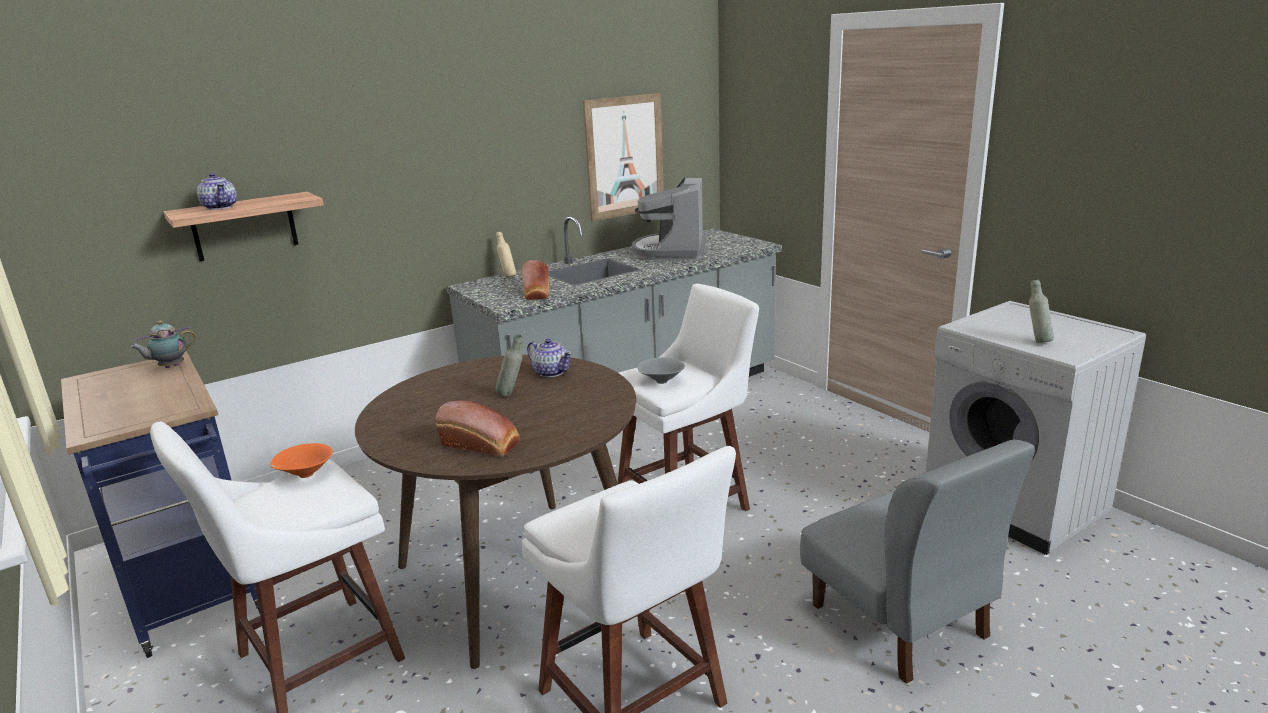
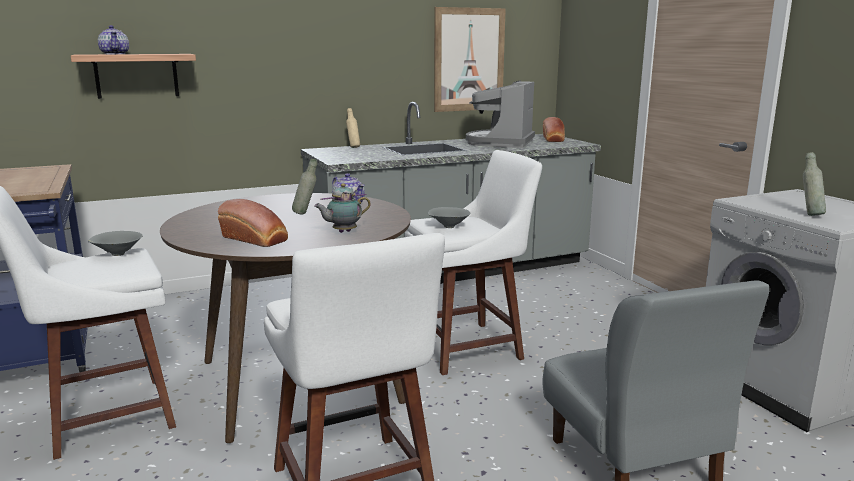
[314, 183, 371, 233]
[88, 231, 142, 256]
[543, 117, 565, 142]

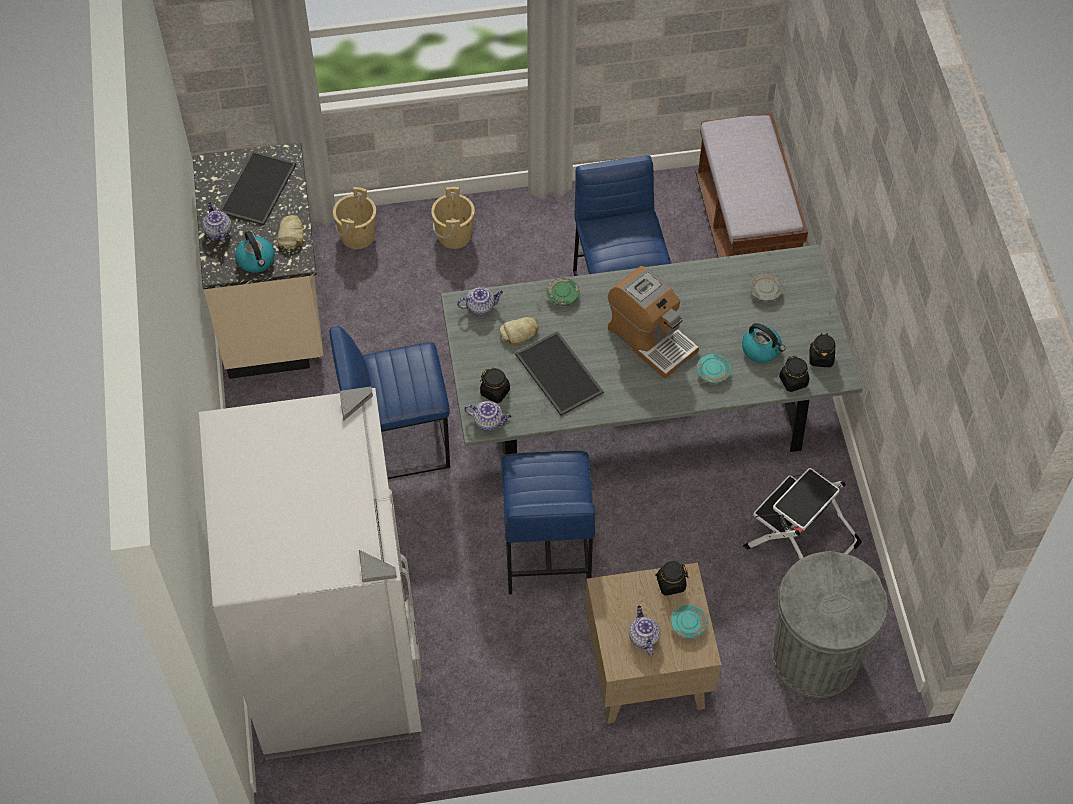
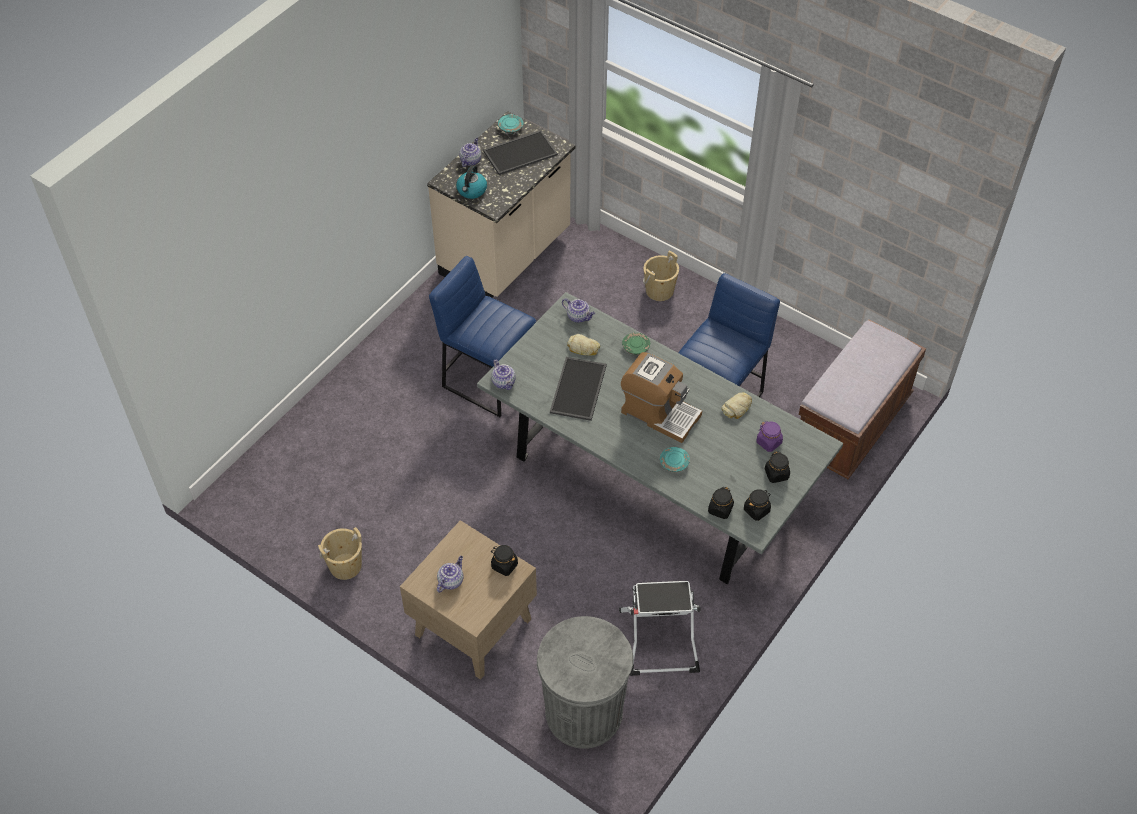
[199, 386, 422, 760] (first image)
[722, 392, 752, 419]
[318, 527, 362, 580]
[765, 451, 790, 483]
[501, 451, 595, 594] (first image)
[621, 352, 702, 443]
[498, 114, 524, 133]
[742, 323, 785, 363] (first image)
[756, 421, 783, 452]

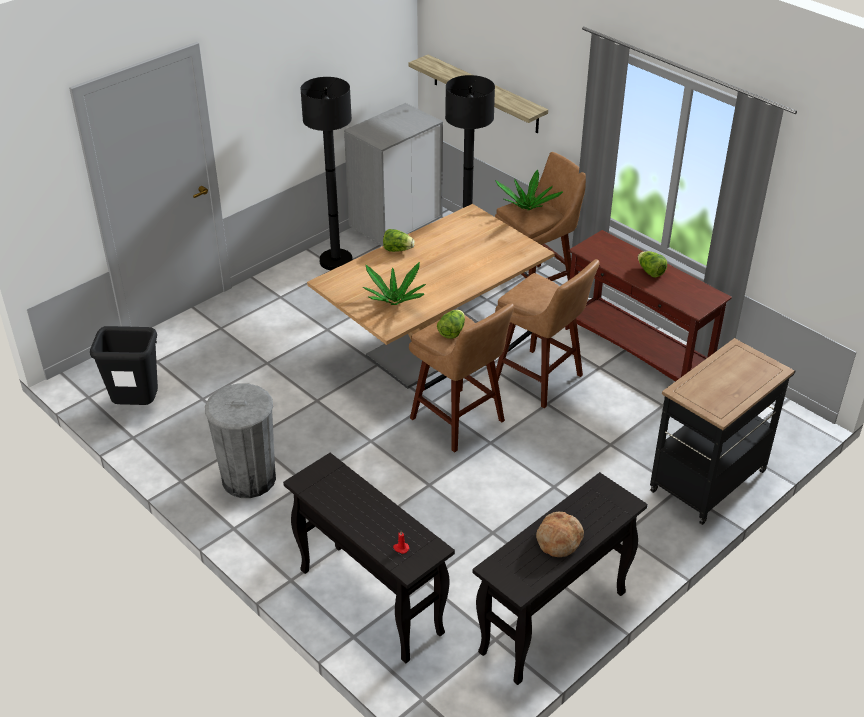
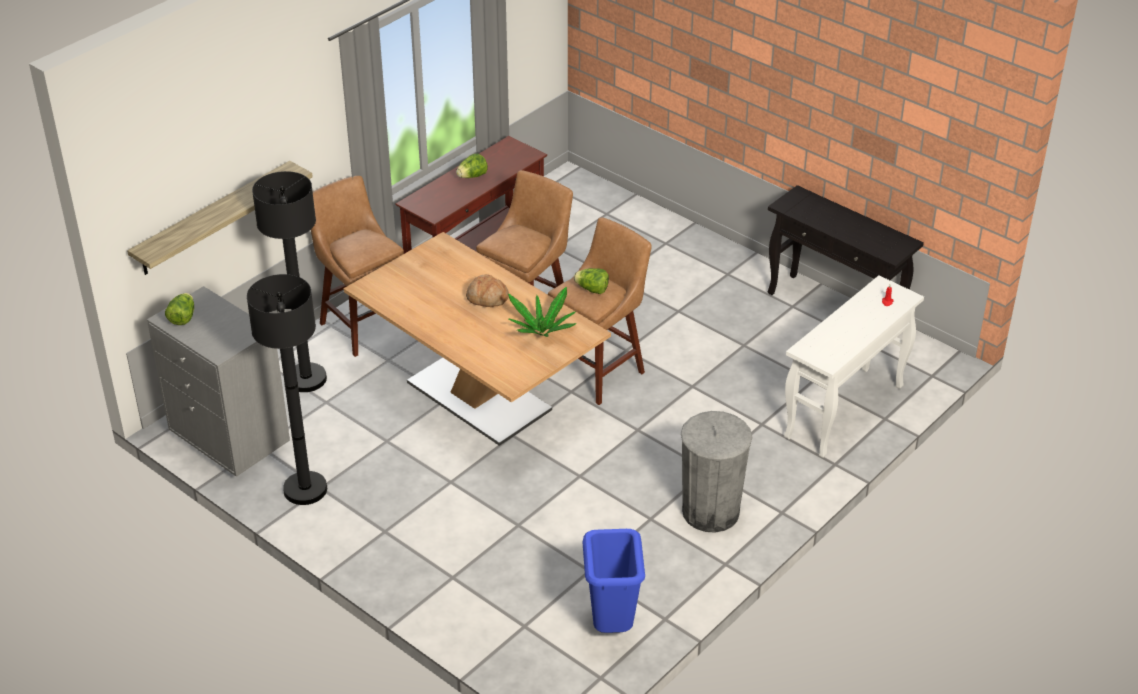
[582, 529, 645, 633]
[784, 275, 924, 458]
[165, 293, 194, 325]
[495, 169, 563, 210] (first image)
[466, 274, 509, 307]
[650, 338, 795, 525] (first image)

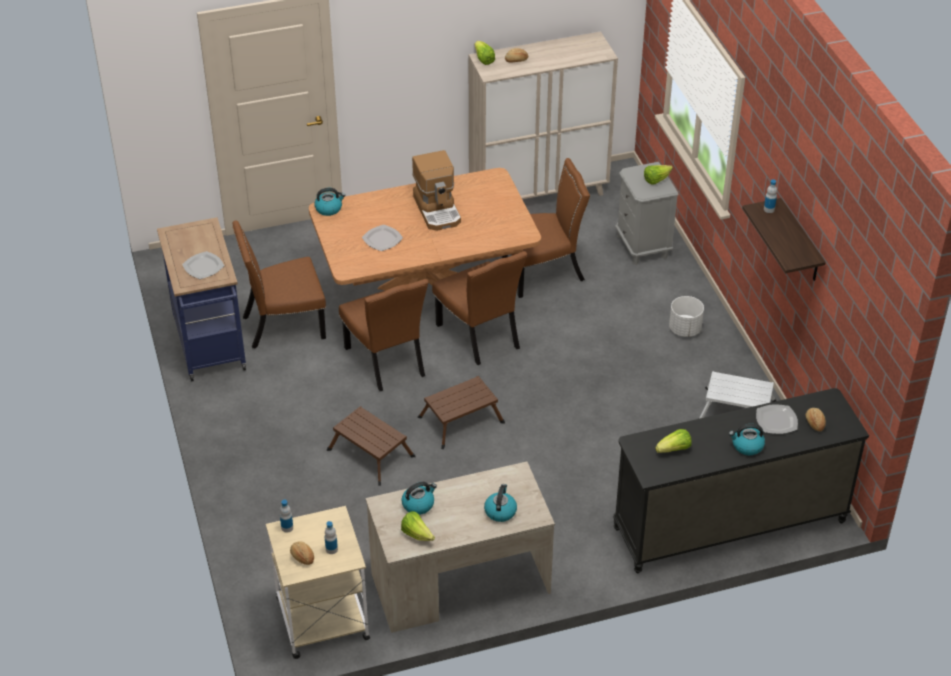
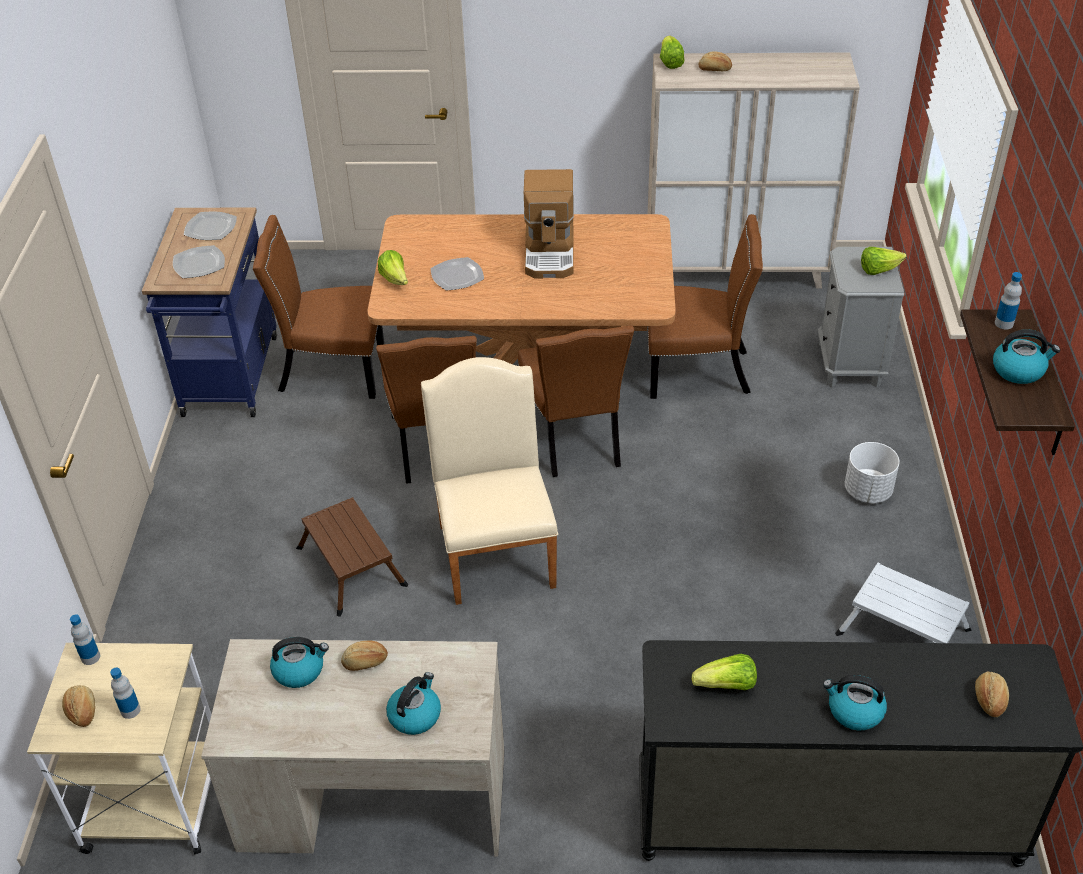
[993, 329, 1060, 384]
[378, 250, 408, 285]
[421, 357, 558, 605]
[184, 212, 237, 240]
[341, 641, 388, 671]

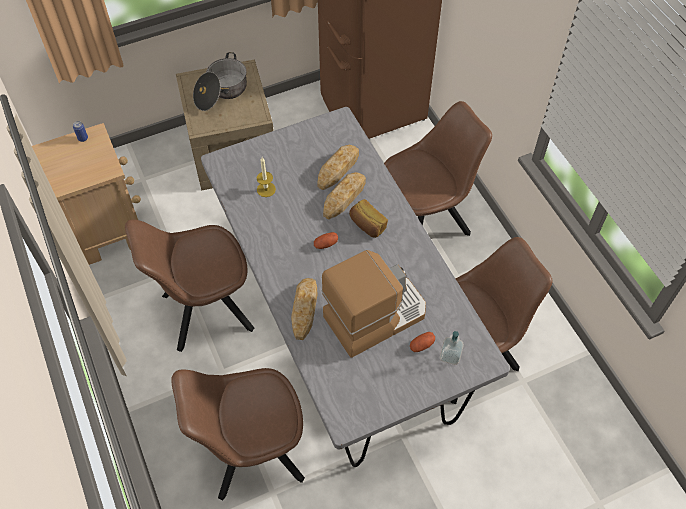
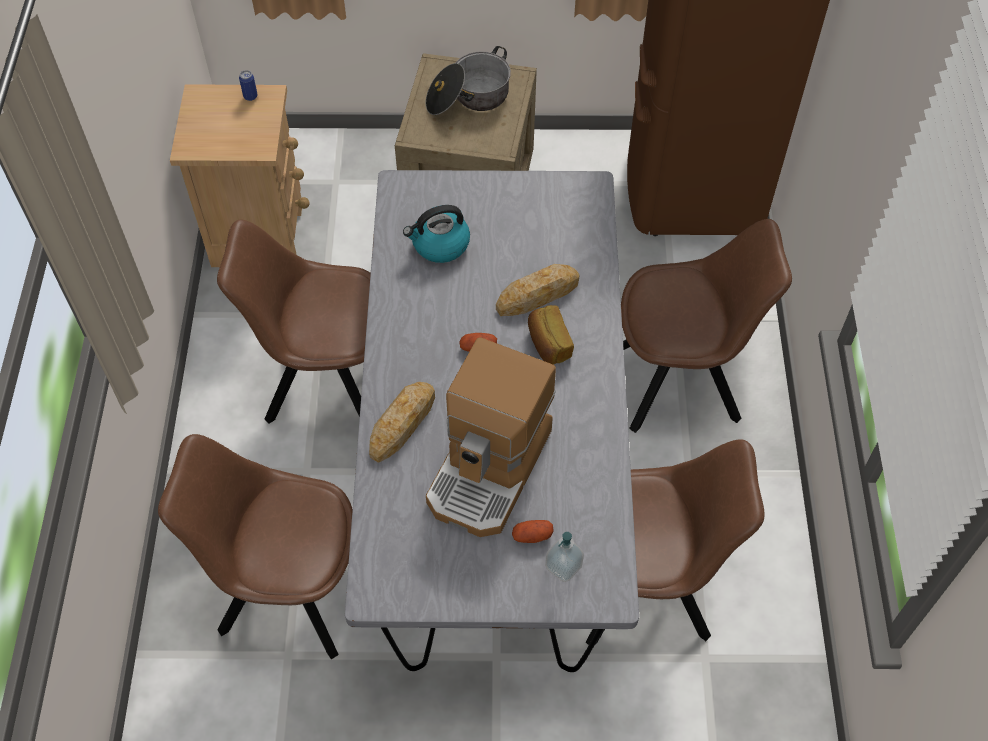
[403, 205, 470, 263]
[317, 145, 359, 190] (first image)
[426, 337, 556, 537]

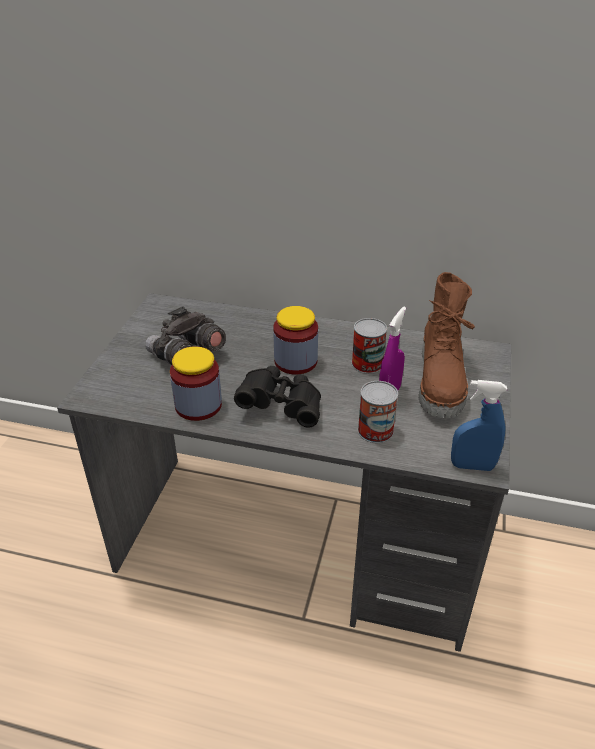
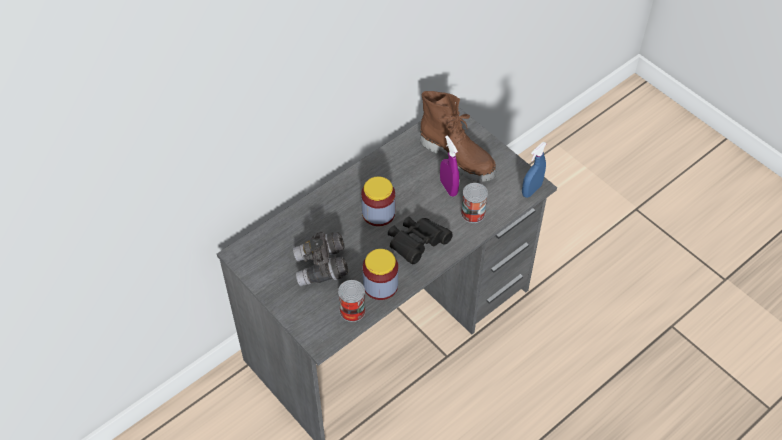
[338, 280, 366, 322]

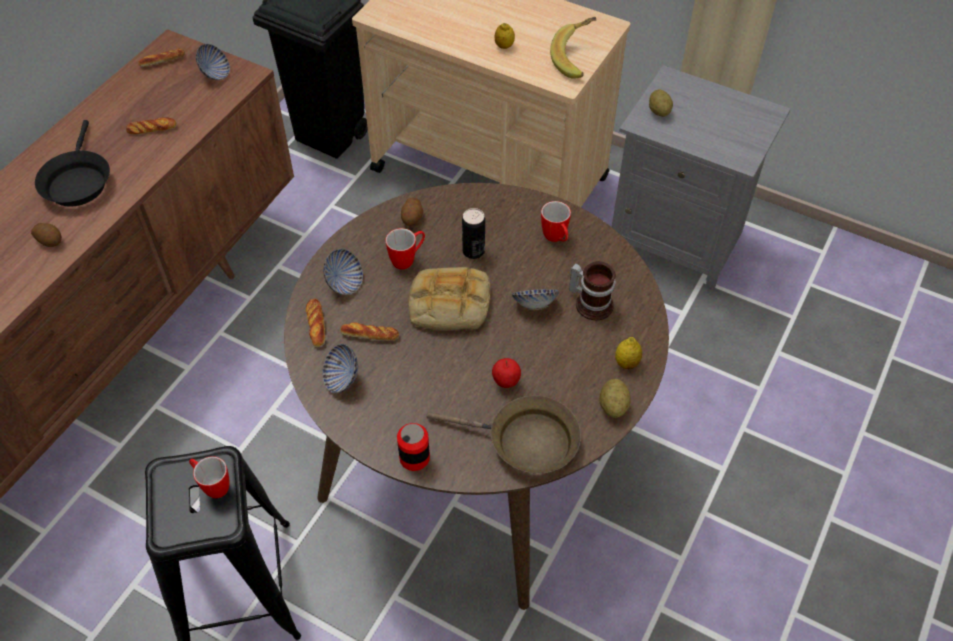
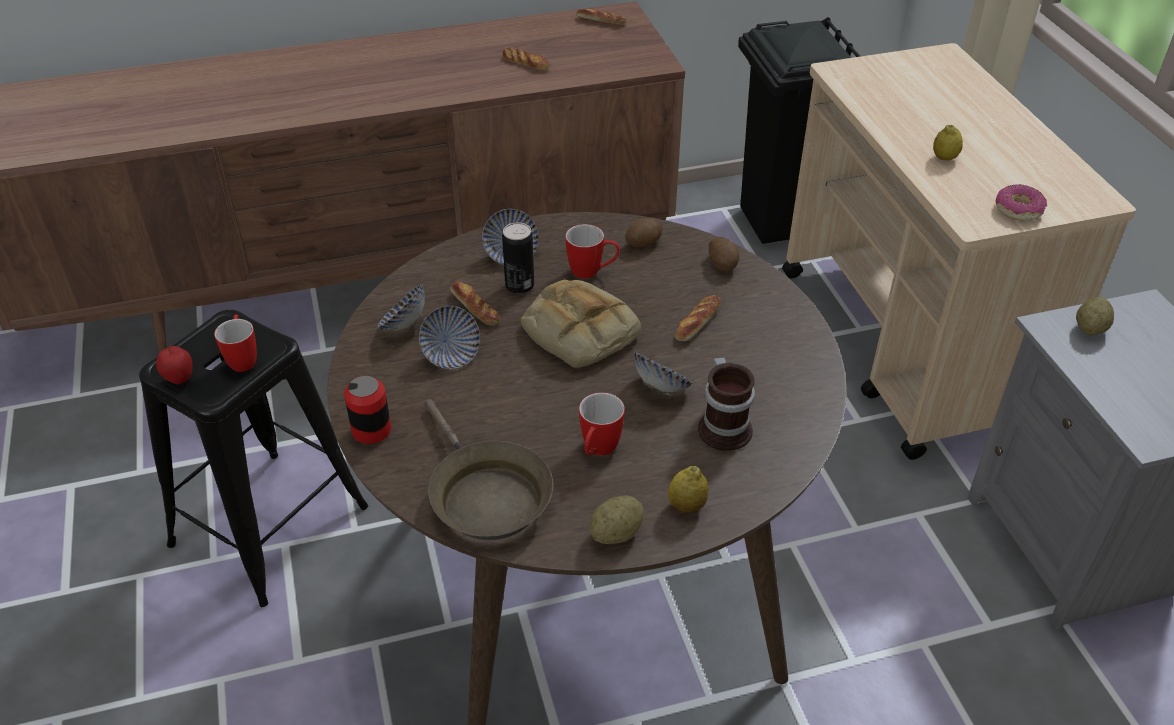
[709, 237, 739, 271]
[35, 120, 110, 207] (first image)
[419, 306, 480, 369]
[675, 295, 721, 341]
[502, 222, 534, 294]
[156, 346, 193, 384]
[579, 392, 625, 455]
[996, 184, 1047, 221]

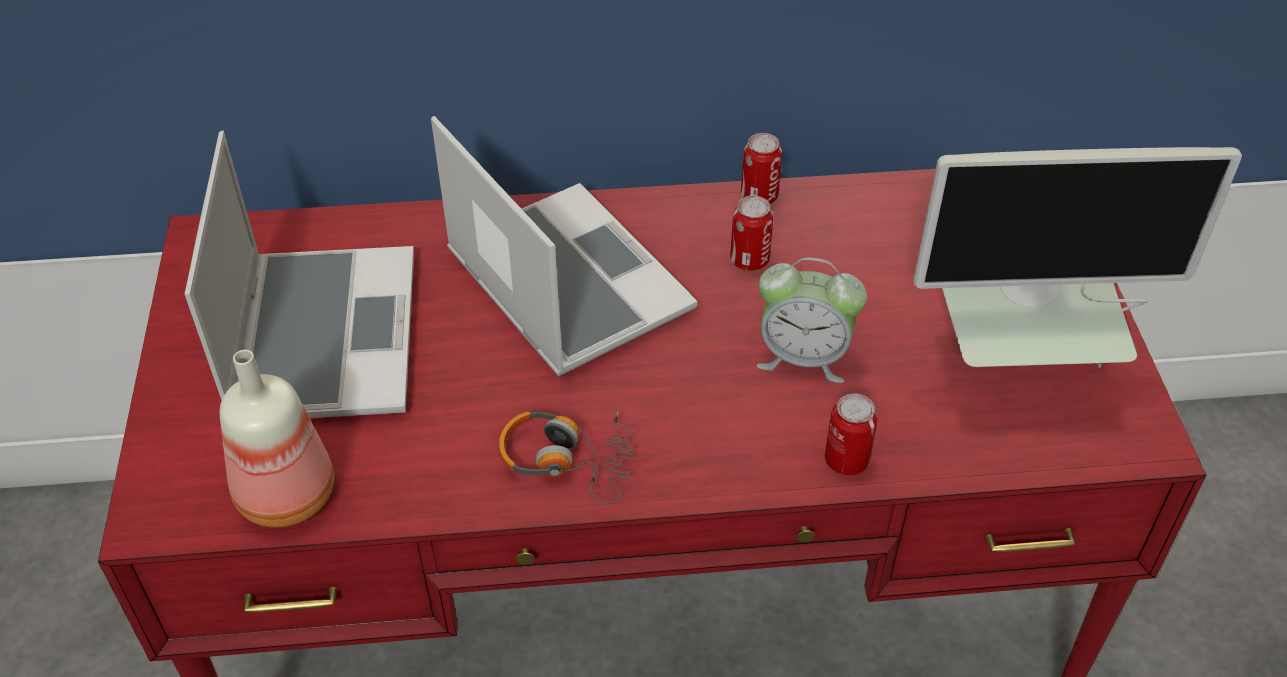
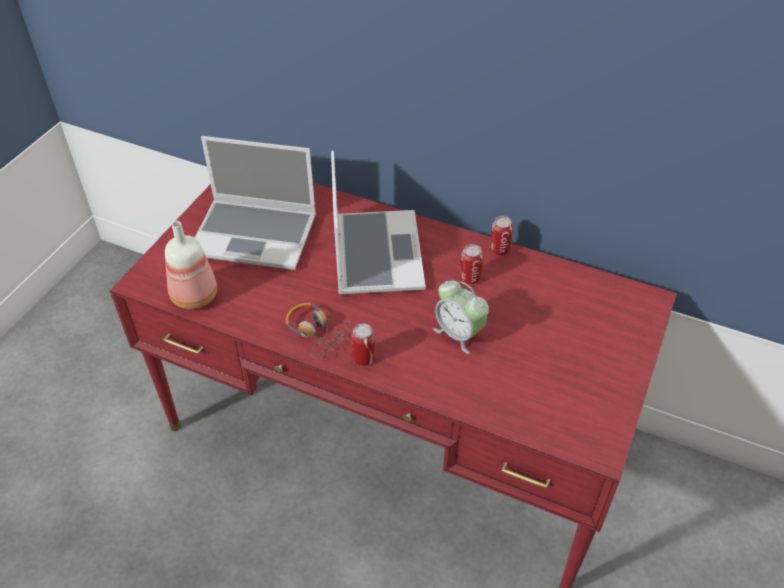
[195, 136, 316, 270]
[351, 323, 375, 366]
[913, 147, 1242, 368] (first image)

